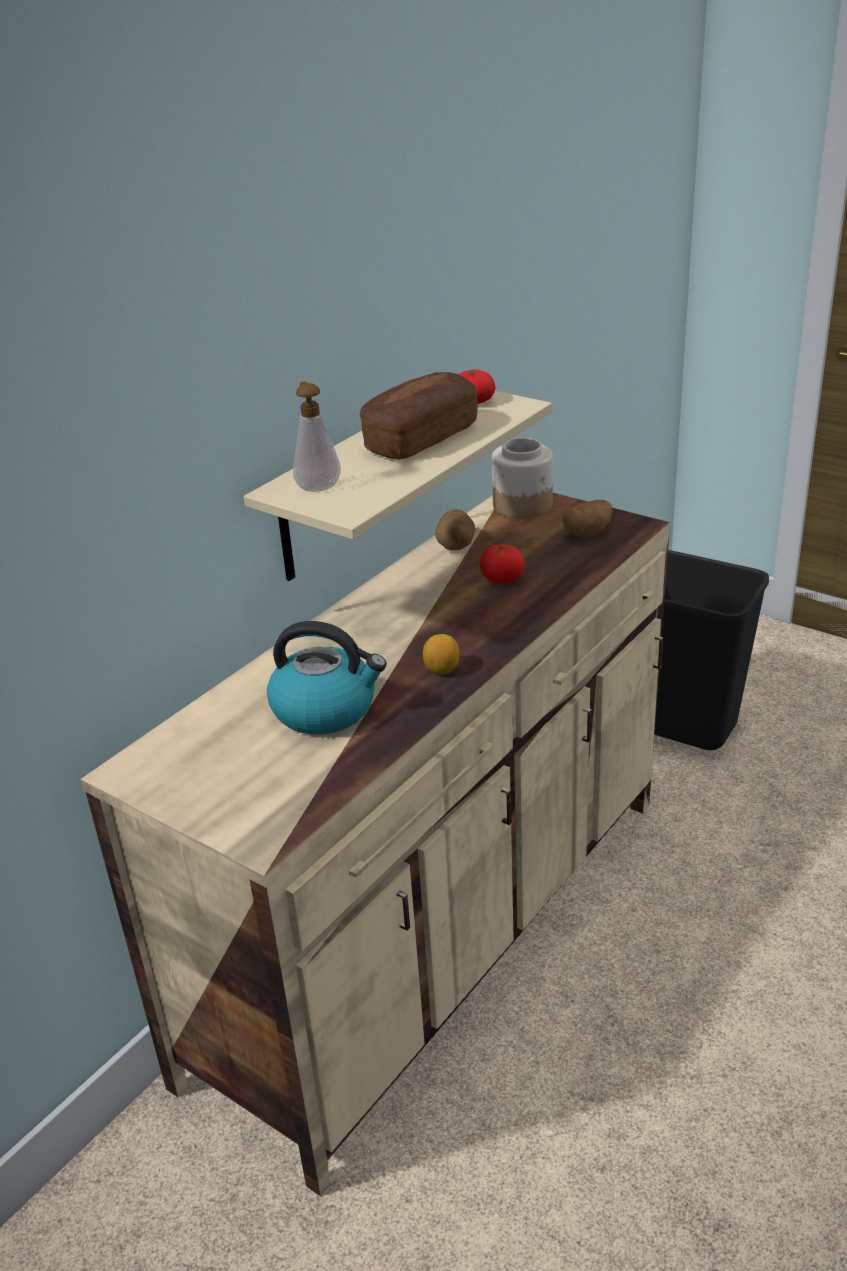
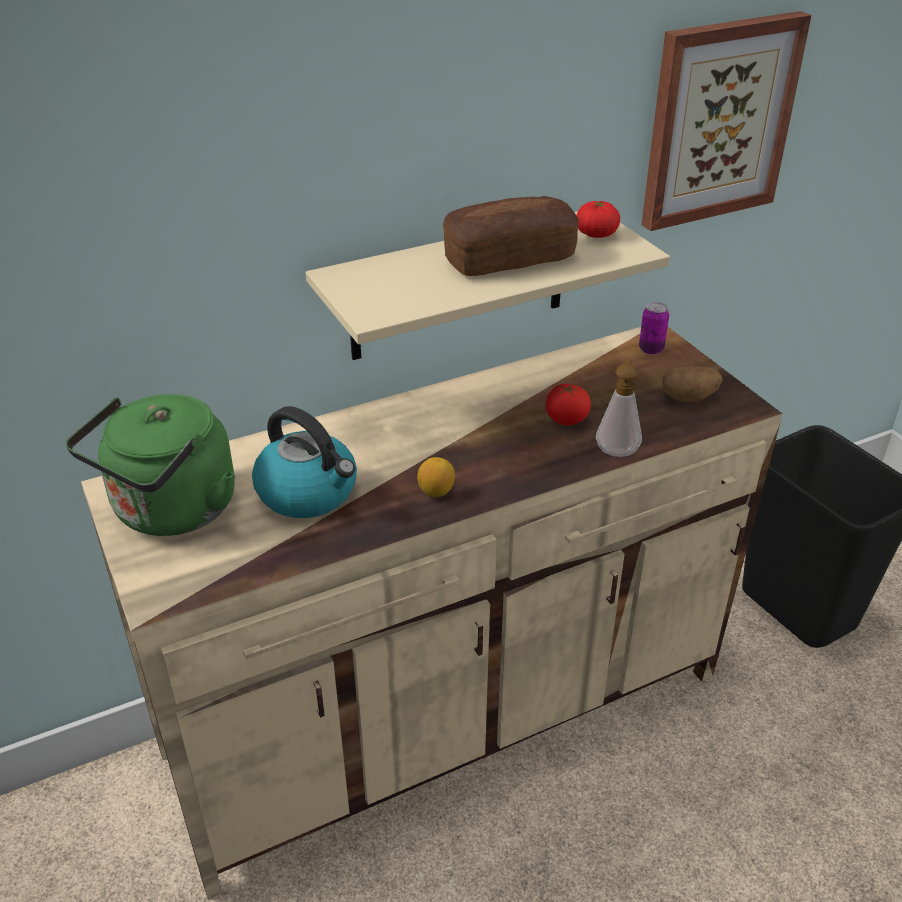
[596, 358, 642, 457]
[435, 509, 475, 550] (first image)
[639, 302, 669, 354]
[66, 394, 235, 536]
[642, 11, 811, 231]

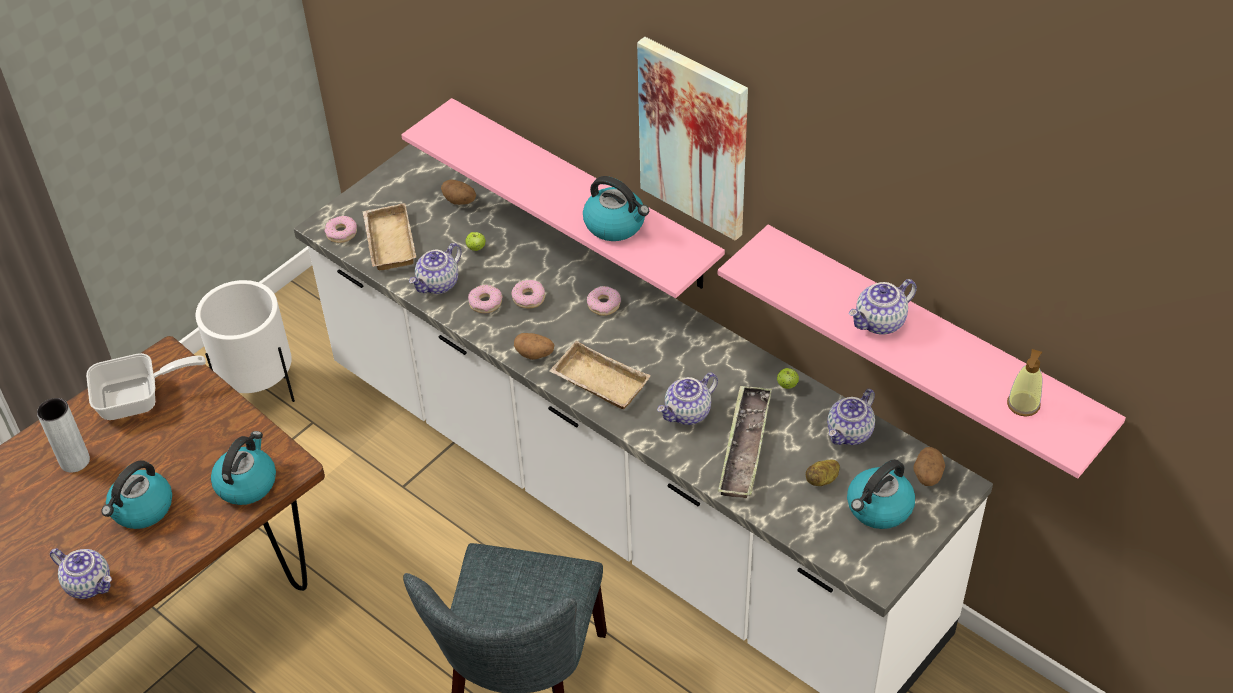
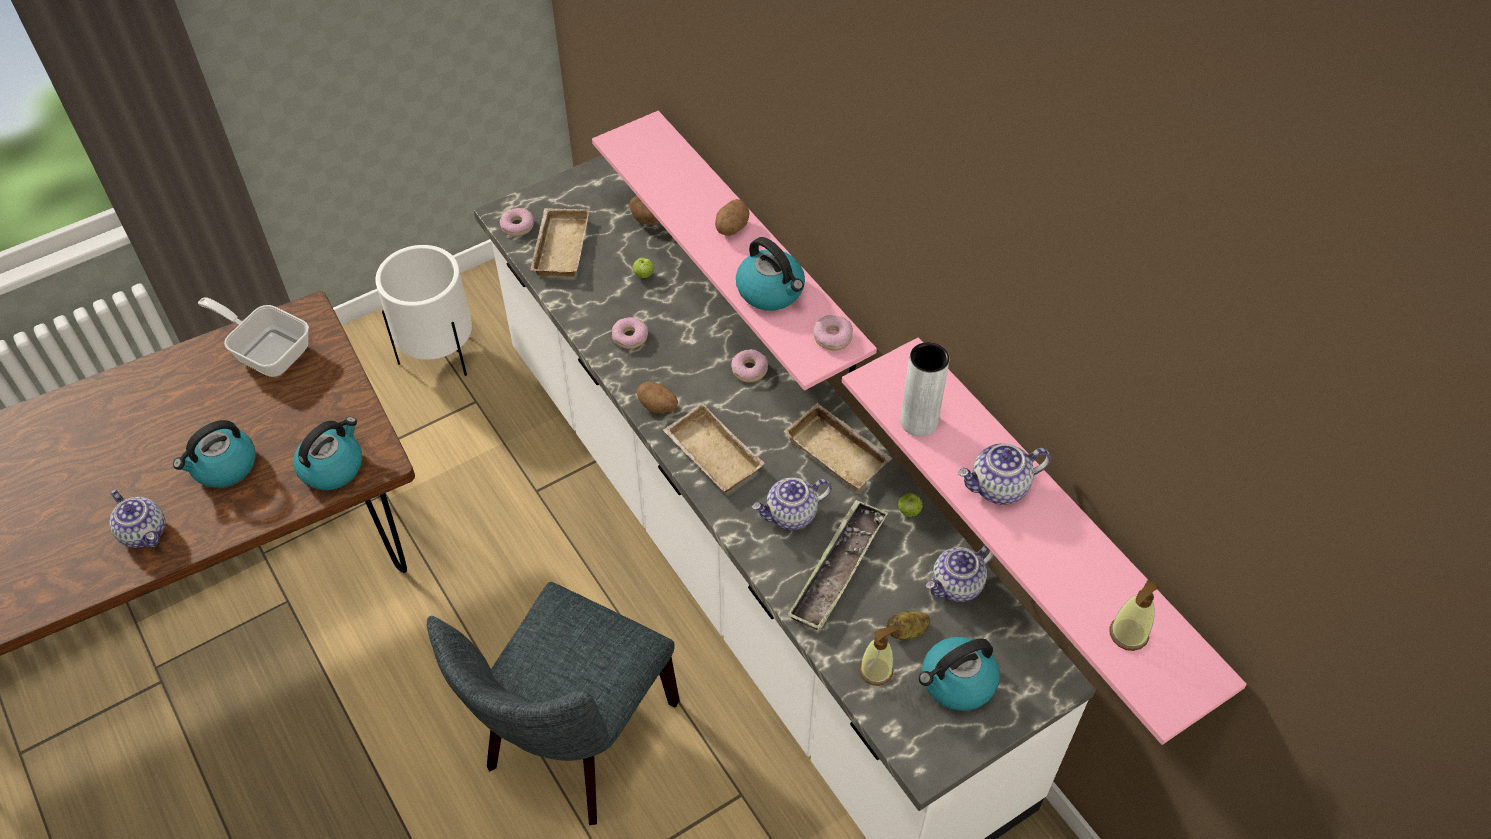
[900, 342, 949, 437]
[198, 297, 309, 377]
[409, 243, 462, 294] (first image)
[813, 315, 853, 351]
[637, 37, 748, 240] (first image)
[715, 199, 749, 236]
[784, 403, 892, 491]
[859, 626, 899, 686]

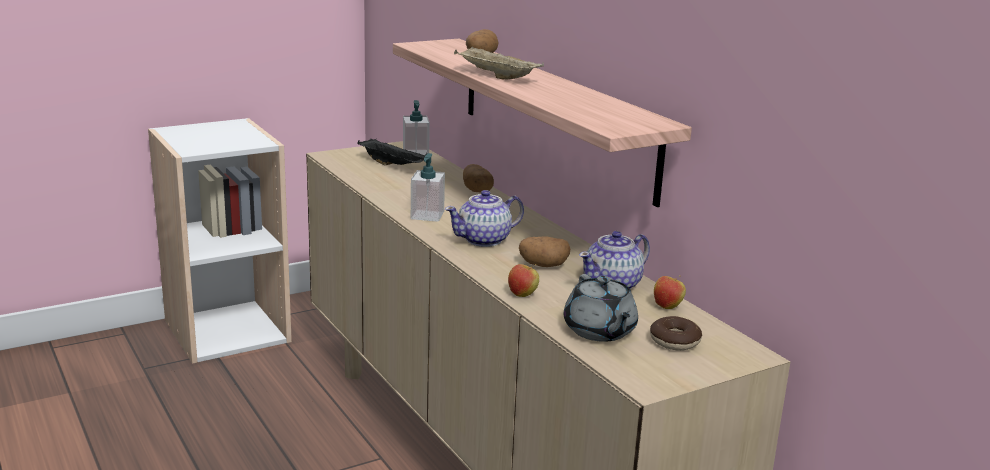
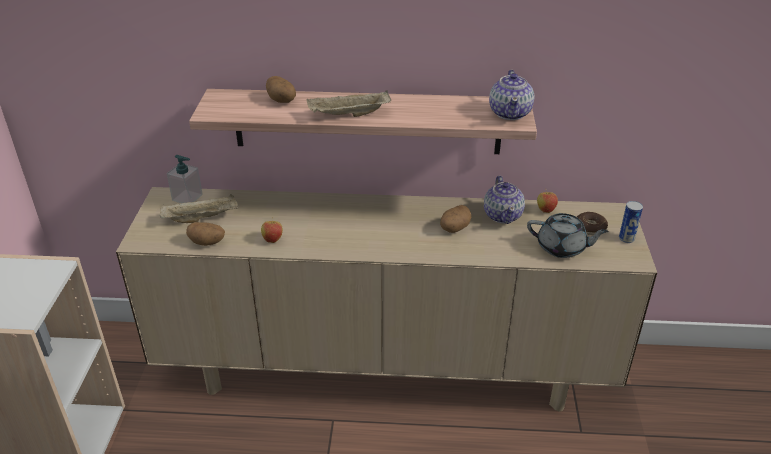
[160, 194, 239, 223]
[411, 153, 445, 222] (first image)
[489, 70, 534, 120]
[186, 222, 225, 246]
[261, 217, 283, 243]
[619, 201, 643, 243]

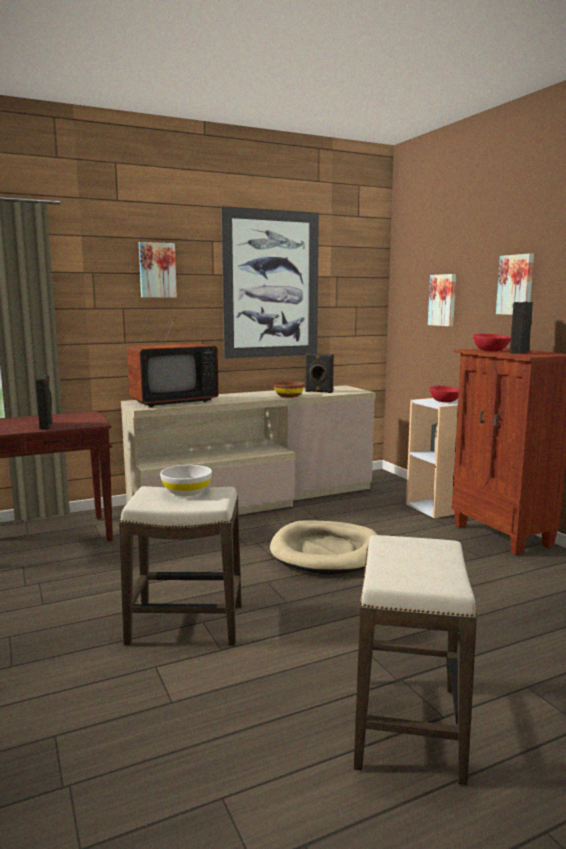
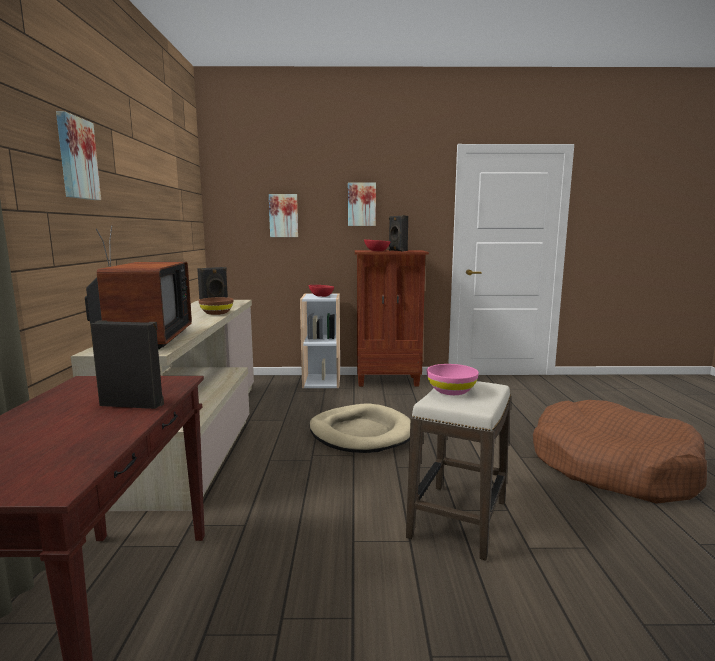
[427, 364, 479, 395]
[221, 206, 319, 358] (first image)
[533, 400, 707, 504]

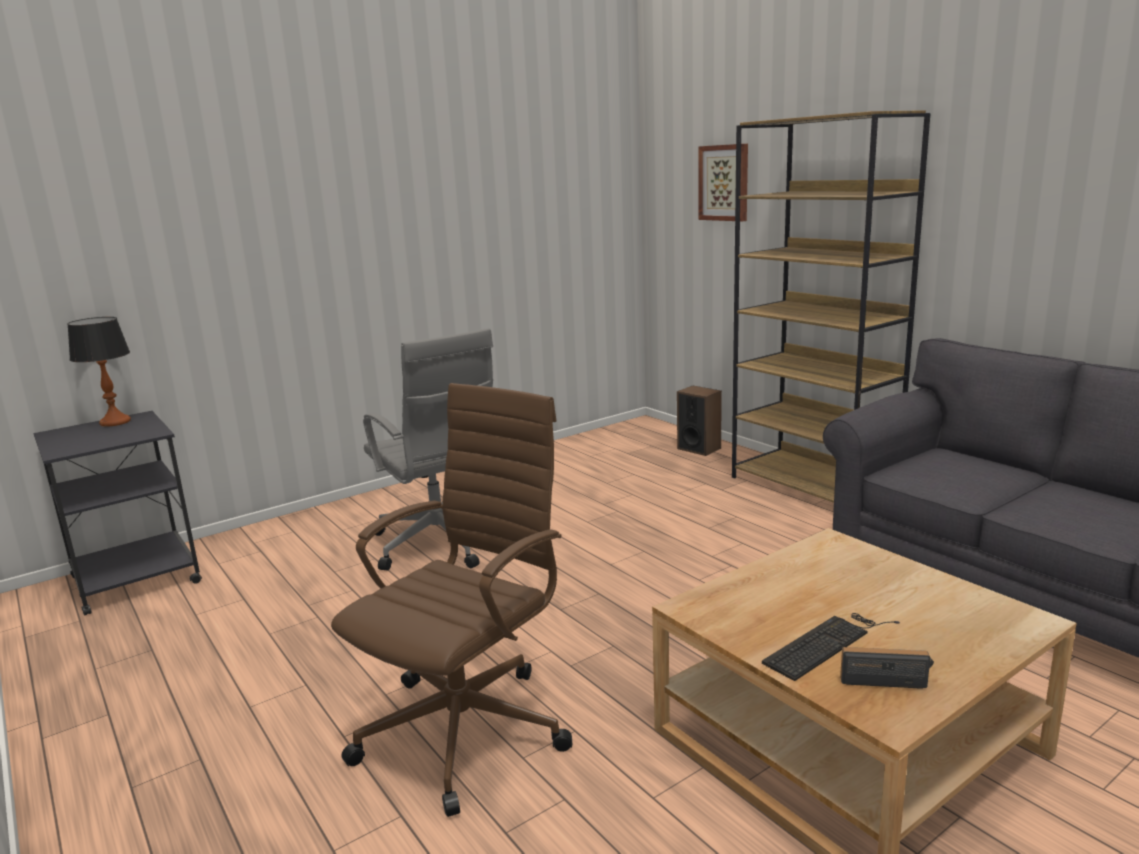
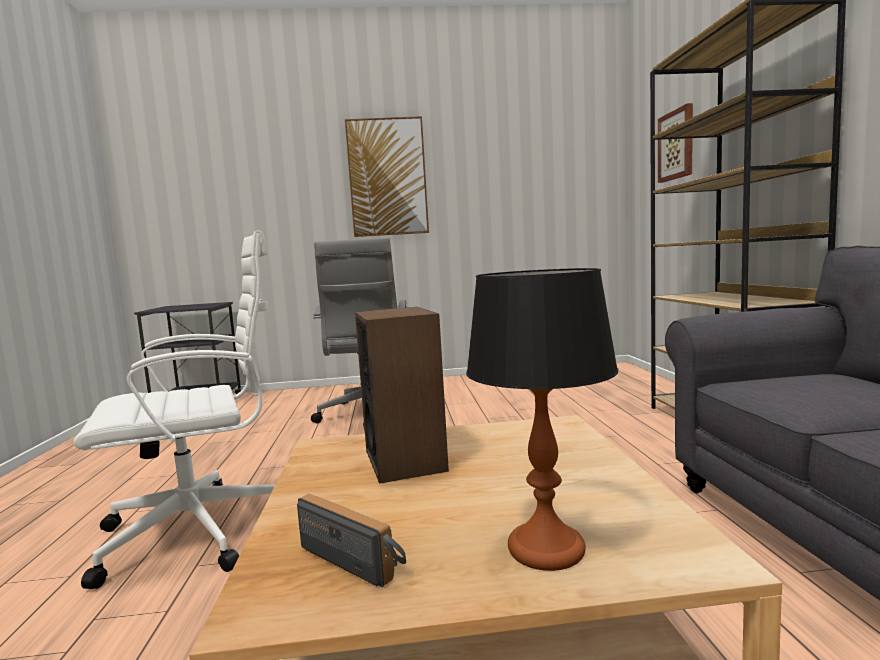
[466, 268, 618, 571]
[73, 230, 275, 589]
[355, 307, 449, 484]
[762, 613, 900, 681] (first image)
[345, 116, 429, 237]

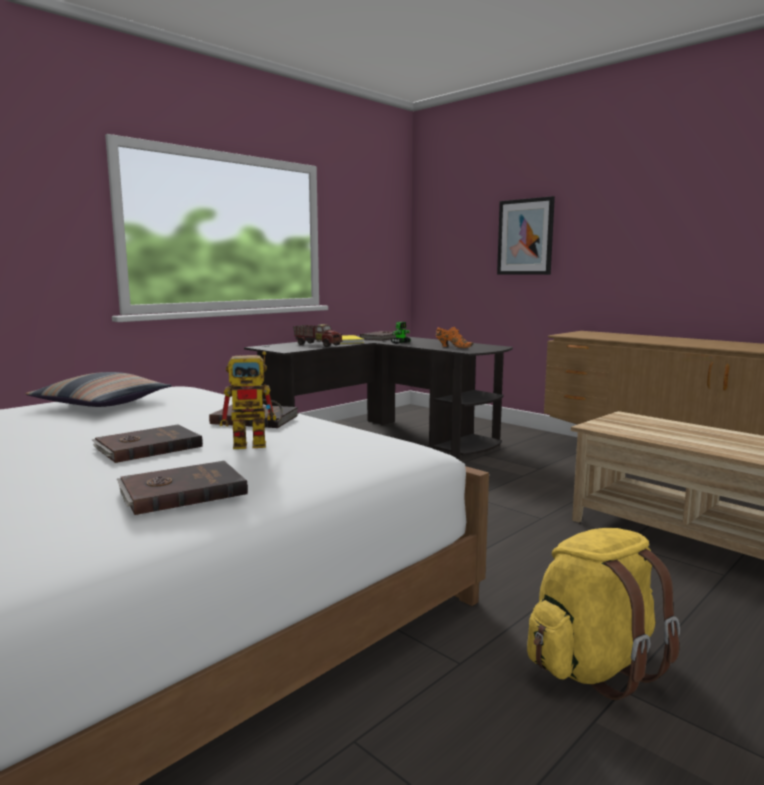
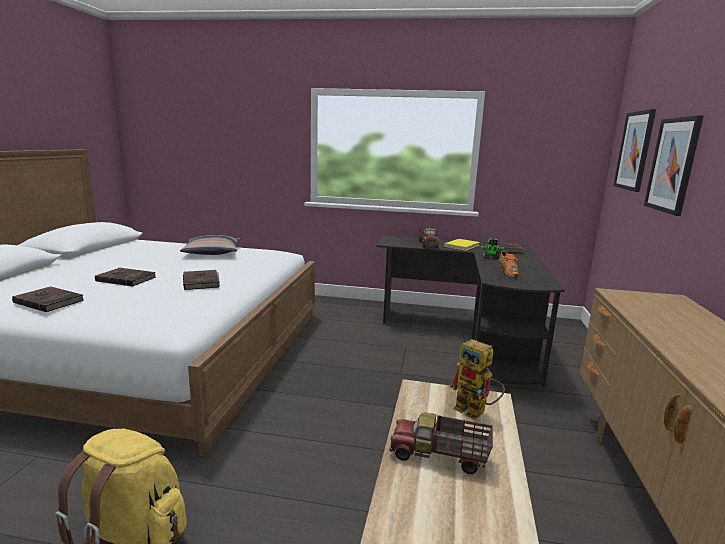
[450, 339, 505, 419]
[389, 412, 493, 474]
[613, 109, 656, 192]

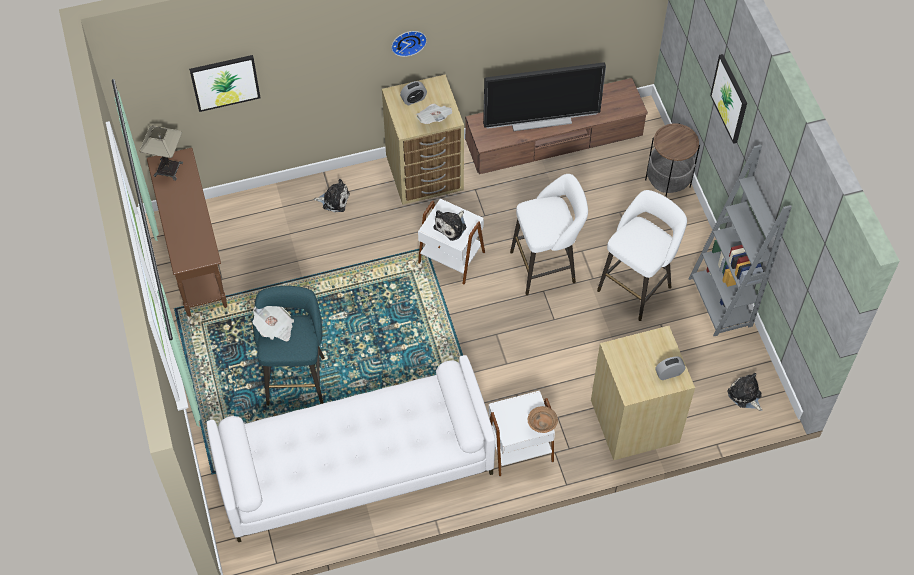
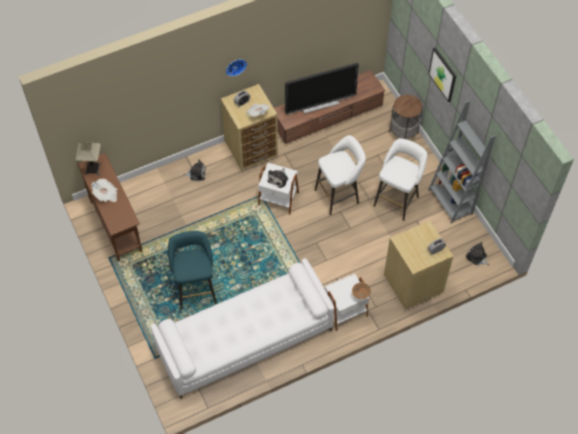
[189, 55, 260, 112] (first image)
[92, 179, 117, 202]

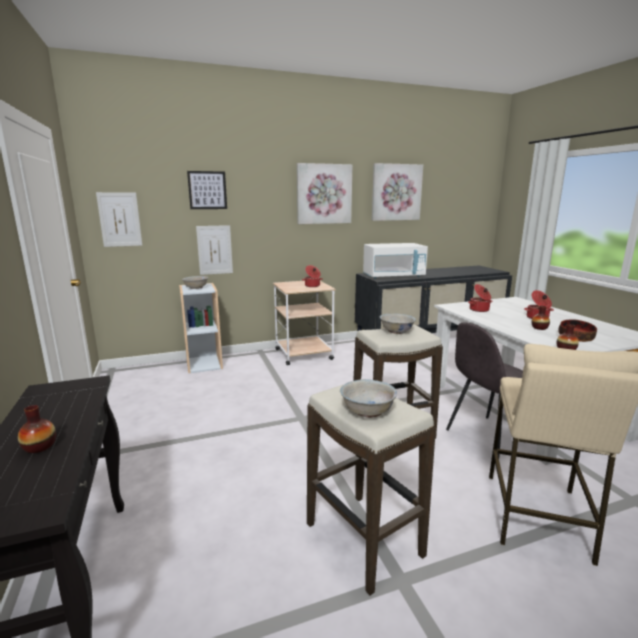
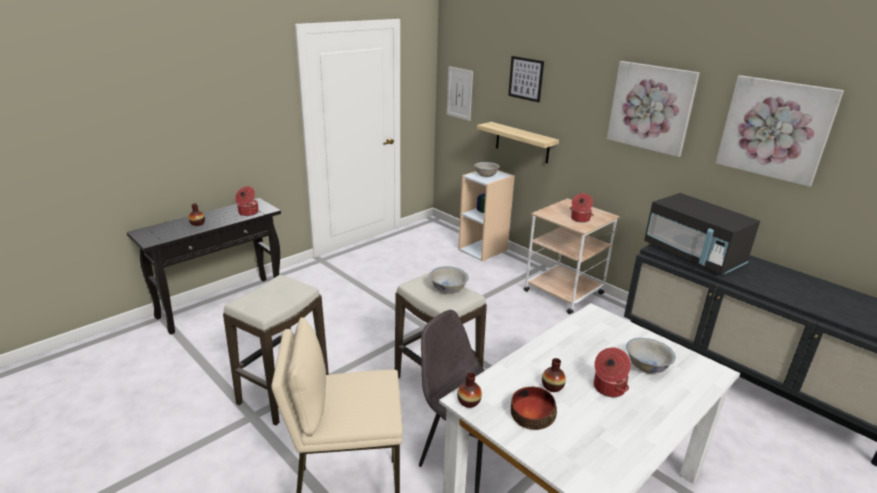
[477, 122, 559, 164]
[626, 338, 676, 374]
[644, 193, 760, 274]
[235, 186, 259, 216]

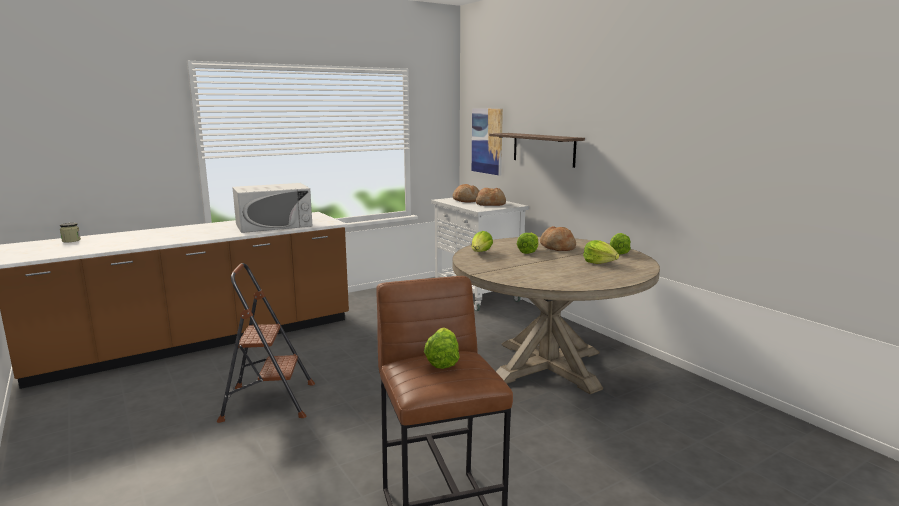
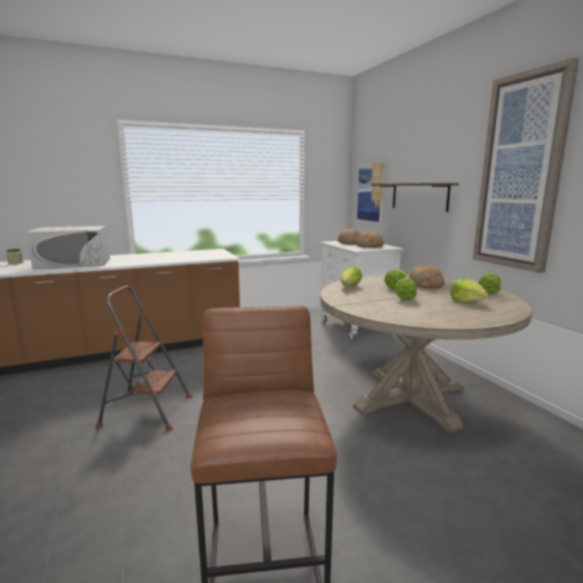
[26, 226, 110, 269]
[395, 278, 417, 300]
[473, 57, 579, 273]

